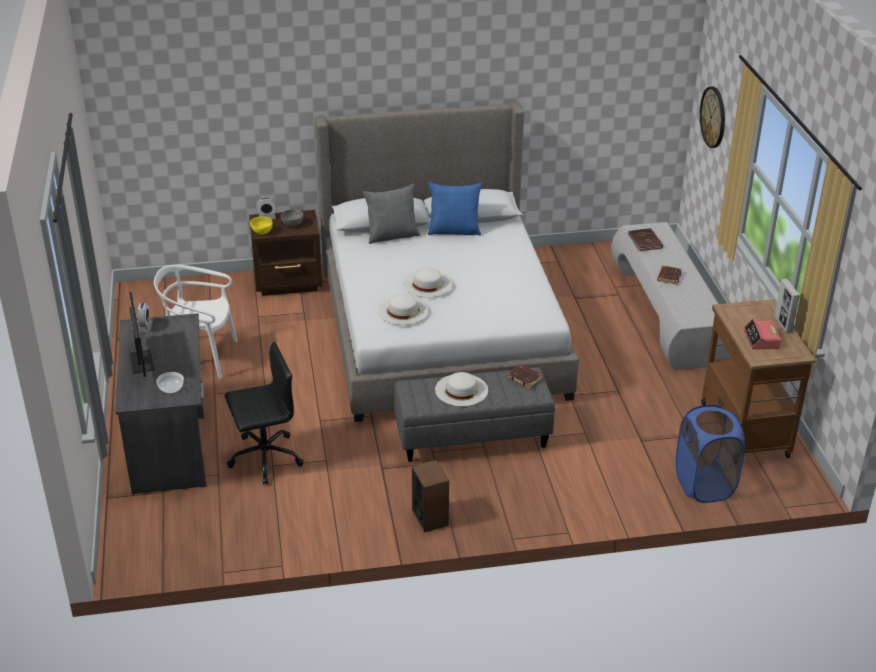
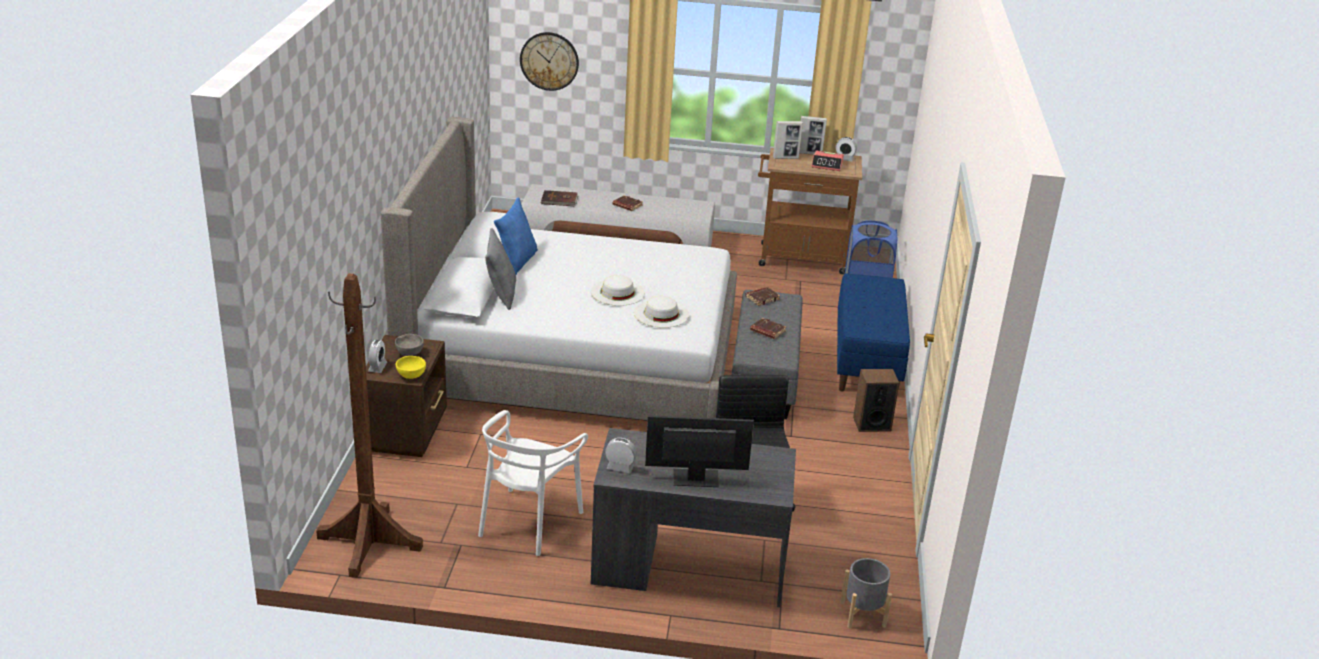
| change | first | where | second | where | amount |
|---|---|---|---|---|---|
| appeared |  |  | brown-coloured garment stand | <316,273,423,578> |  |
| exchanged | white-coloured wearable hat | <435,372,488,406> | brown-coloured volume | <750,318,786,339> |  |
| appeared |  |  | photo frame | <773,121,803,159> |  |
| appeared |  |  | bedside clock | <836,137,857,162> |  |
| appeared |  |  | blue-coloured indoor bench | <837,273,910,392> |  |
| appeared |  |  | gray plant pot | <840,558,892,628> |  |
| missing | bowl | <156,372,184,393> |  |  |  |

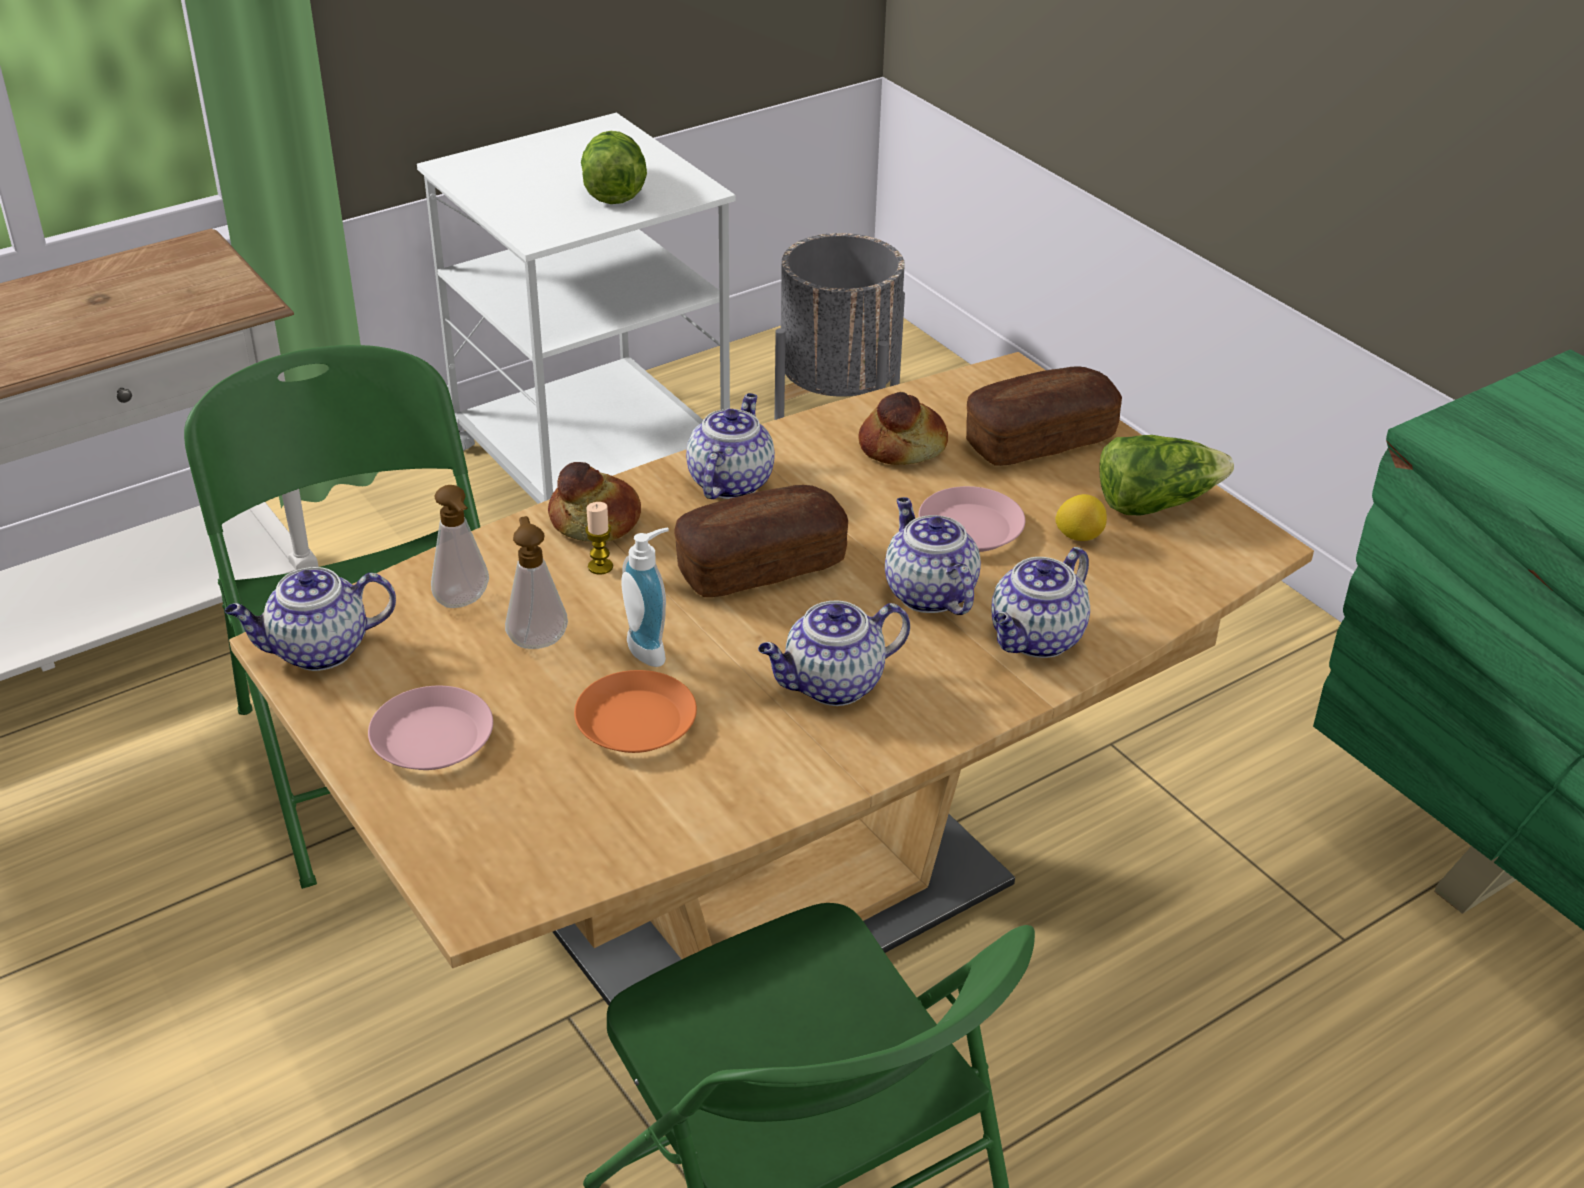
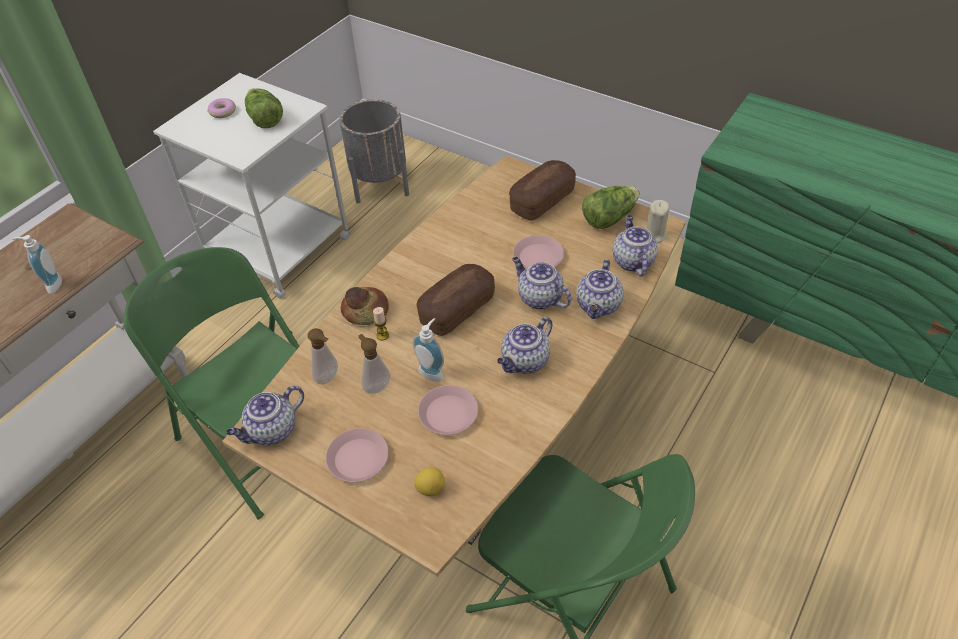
| change | first | where | second | where | amount |
|---|---|---|---|---|---|
| appeared |  |  | soap dispenser | <12,235,62,294> |  |
| appeared |  |  | donut | <208,98,236,118> |  |
| relocated | lemon | <1055,494,1107,541> |  | <414,467,445,496> |  |
| colour | orange plate | <574,670,697,753> | pink plate | <418,385,478,435> |  |
| relocated | pot for tea | <686,393,775,499> |  | <613,215,658,276> |  |
| appeared |  |  | beige-coloured wax light | <646,200,670,243> |  |
| missing | bread | <858,392,948,465> |  |  |  |

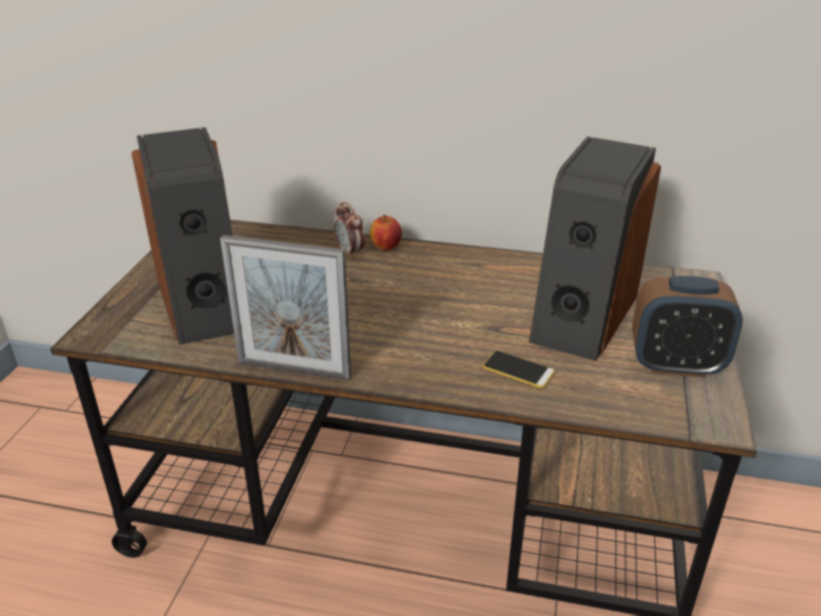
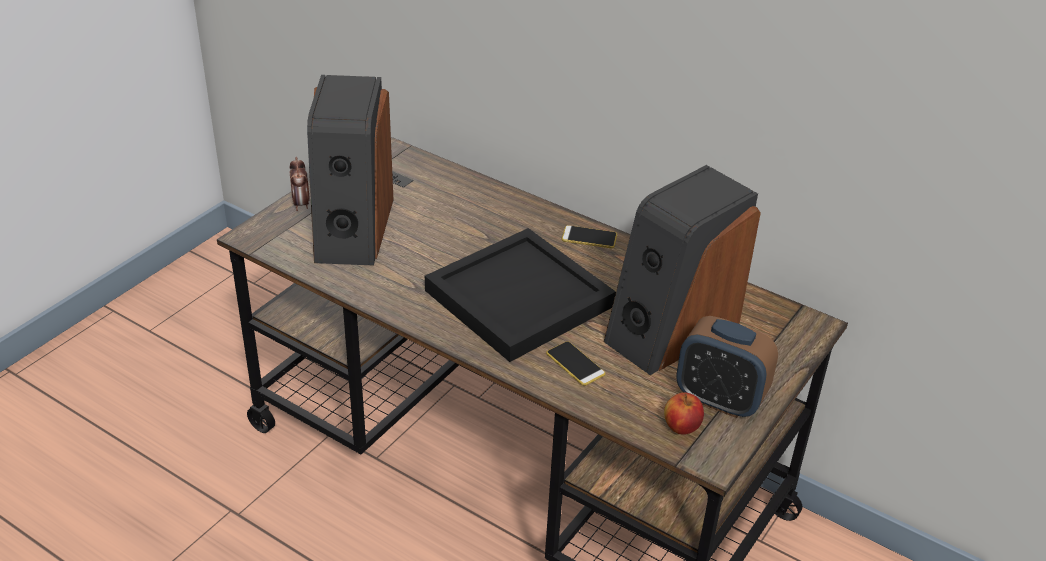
| change | first | where | second | where | amount |
|---|---|---|---|---|---|
| relocated | bedside clock | <334,202,365,258> |  | <289,157,310,211> |  |
| appeared |  |  | black-coloured tray | <425,228,616,362> |  |
| appeared |  |  | telephone | <562,225,617,248> |  |
| relocated | whole apple | <369,214,402,250> |  | <664,392,704,435> |  |
| missing | photo frame | <220,235,351,380> |  |  |  |

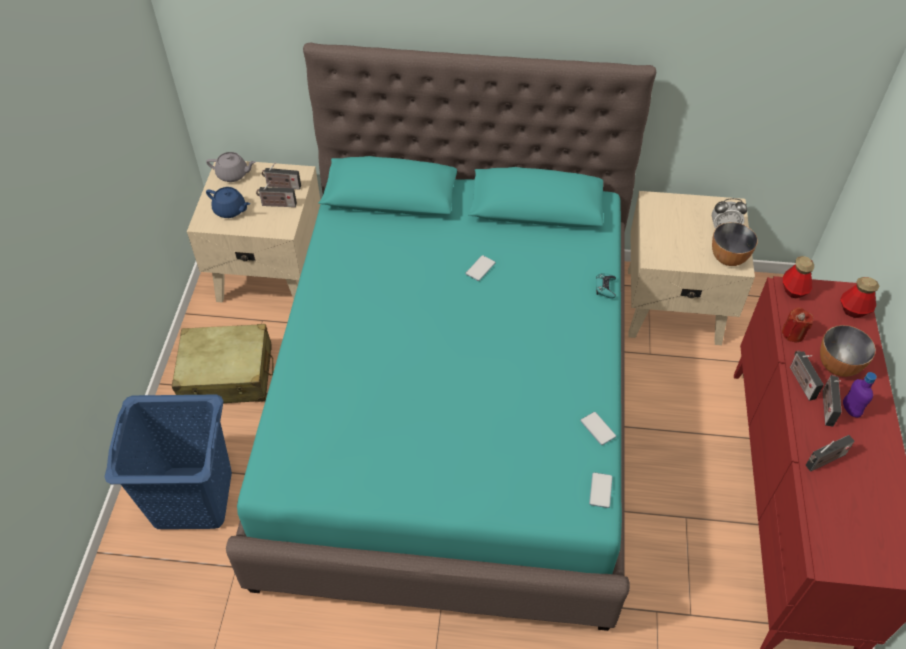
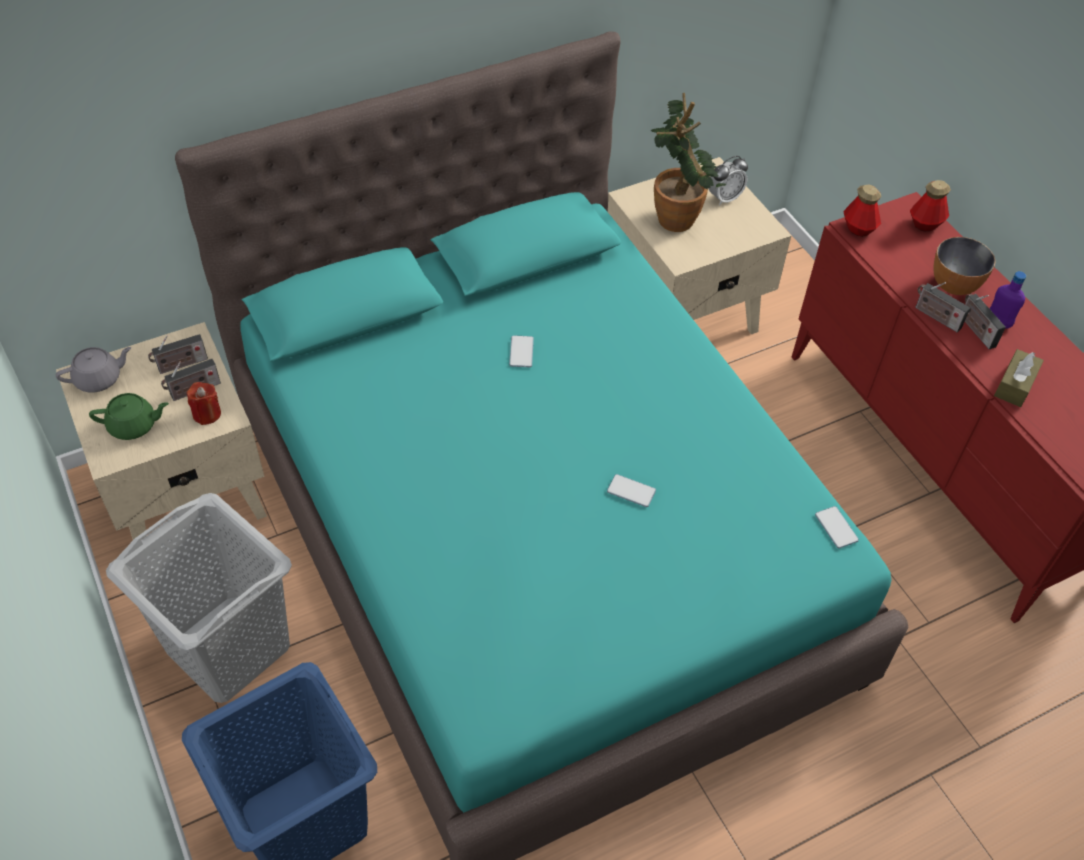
| change | first | where | second | where | amount |
|---|---|---|---|---|---|
| colour | blue-coloured pot for tea | <206,187,250,218> | greenish pot for tea | <89,393,169,440> |  |
| exchanged | beige-coloured travel case | <172,324,273,403> | gray washing basket | <106,493,292,703> |  |
| relocated | red-coloured wax light | <782,307,813,342> |  | <187,382,221,425> |  |
| relocated | telephone | <580,412,616,445> |  | <607,474,656,507> |  |
| appeared |  |  | plant in a pot | <651,93,726,232> |  |
| exchanged | radio set | <806,435,854,471> | brown-coloured box of tissues | <994,349,1044,407> |  |
| missing | blue-green game controller | <596,273,616,298> |  |  |  |
| missing | bowl | <712,222,758,266> |  |  |  |

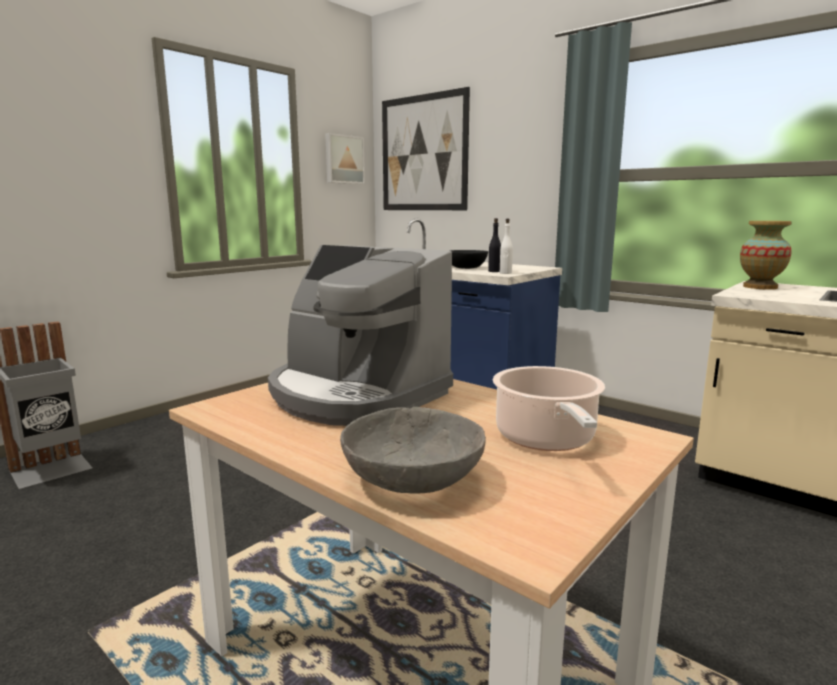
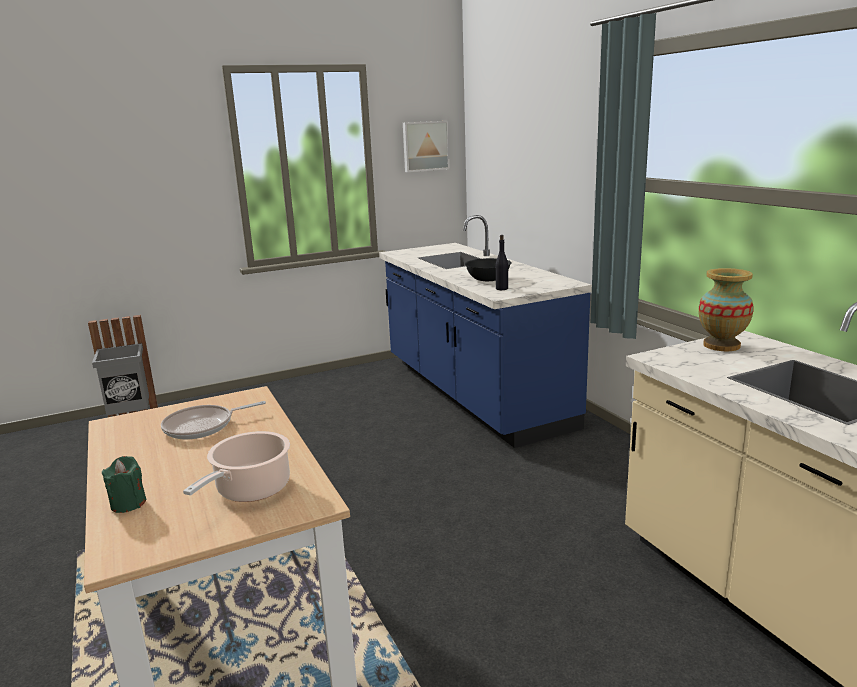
| change | first | where | second | where | amount |
|---|---|---|---|---|---|
| exchanged | gray bowl | <340,407,486,494> | greenish wax light | <102,456,146,513> |  |
| exchanged | coffee machine | <268,245,453,426> | frying pan | <161,401,266,440> |  |
| missing | wall art | <382,87,470,210> |  |  |  |
| missing | white-coloured bottle | <500,219,513,274> |  |  |  |

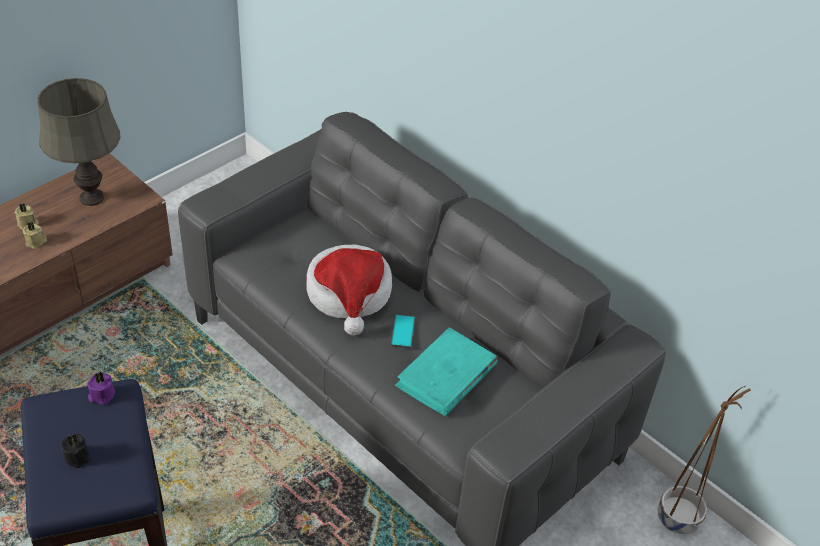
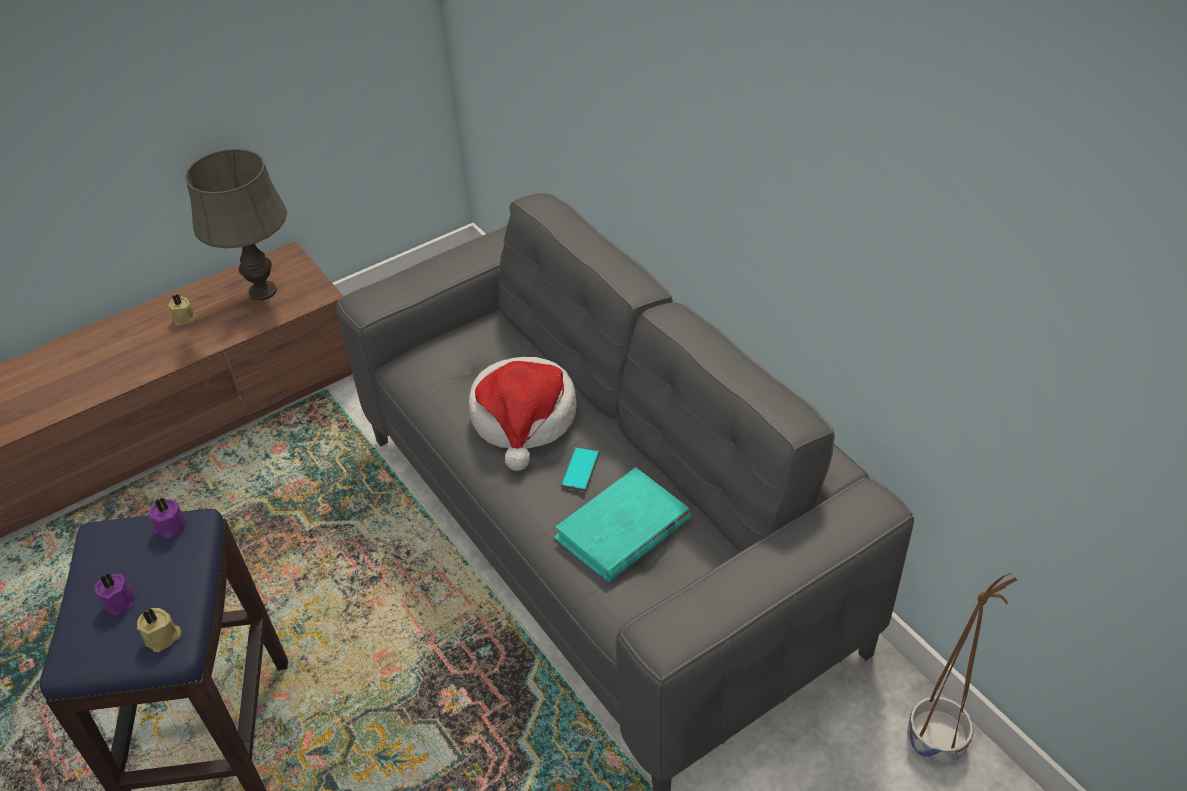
| change | first | where | second | where | amount |
|---|---|---|---|---|---|
| colour | black-coloured wax light | <60,434,90,468> | purple-coloured wax light | <94,573,135,616> |  |
| relocated | beige-coloured wax light | <23,222,47,249> |  | <137,608,181,652> |  |

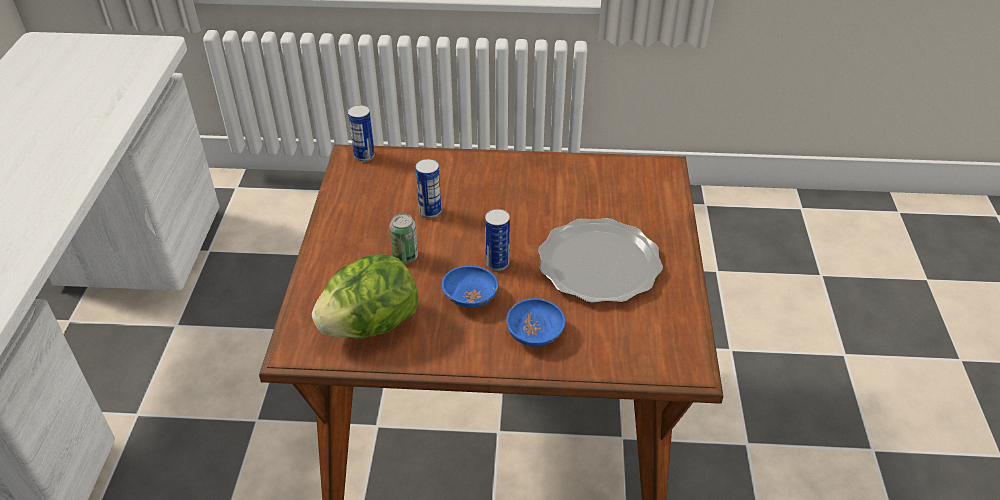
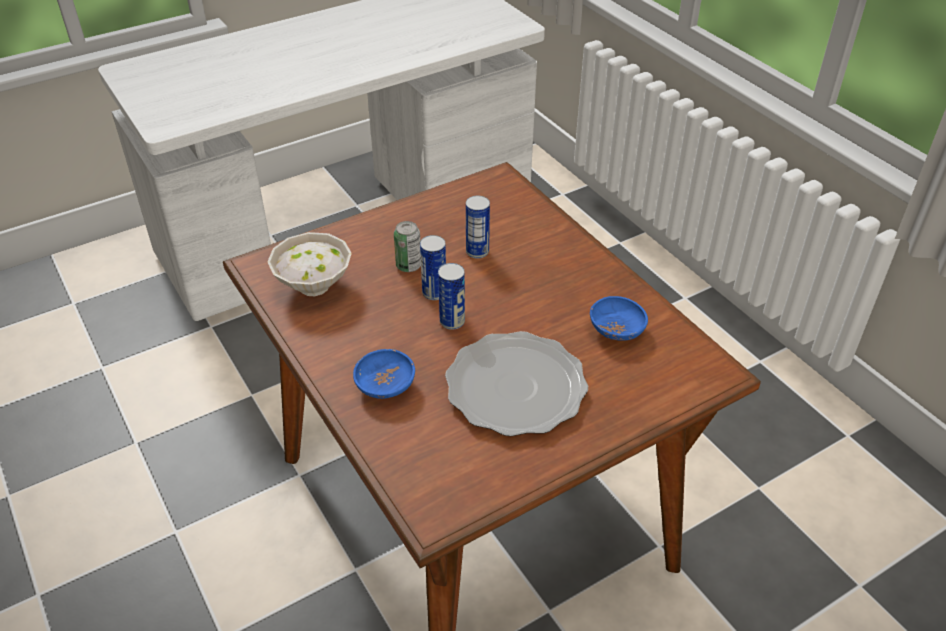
| change | first | where | second | where | amount |
|---|---|---|---|---|---|
| exchanged | lettuce | <312,254,419,339> | white-coloured bowl | <268,232,352,296> |  |
| relocated | can | <348,105,375,162> |  | <420,235,446,300> |  |
| relocated | blue-coloured bowl | <442,266,498,308> |  | <590,296,648,341> |  |

